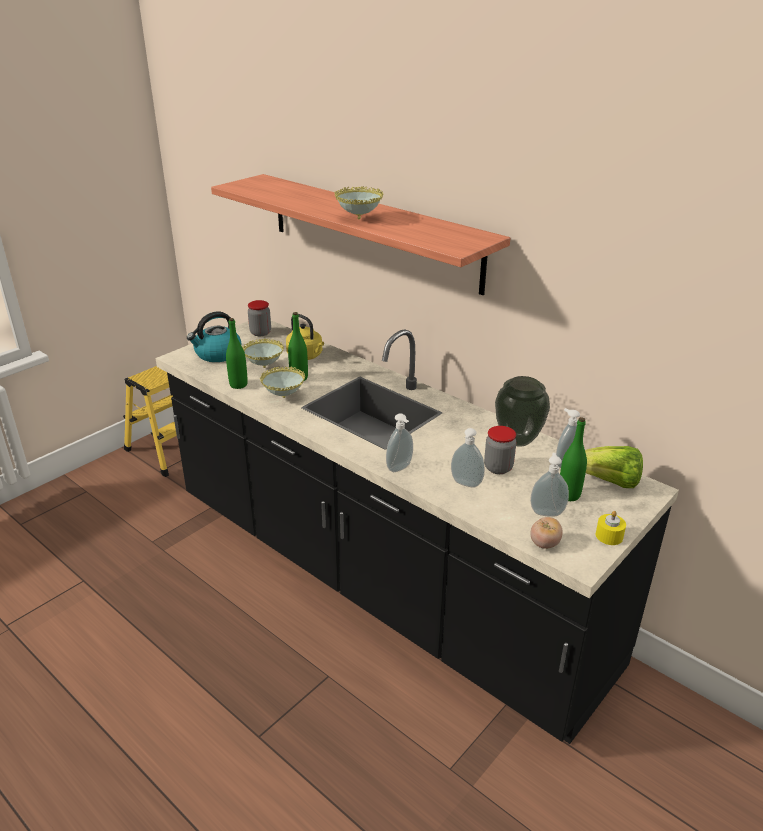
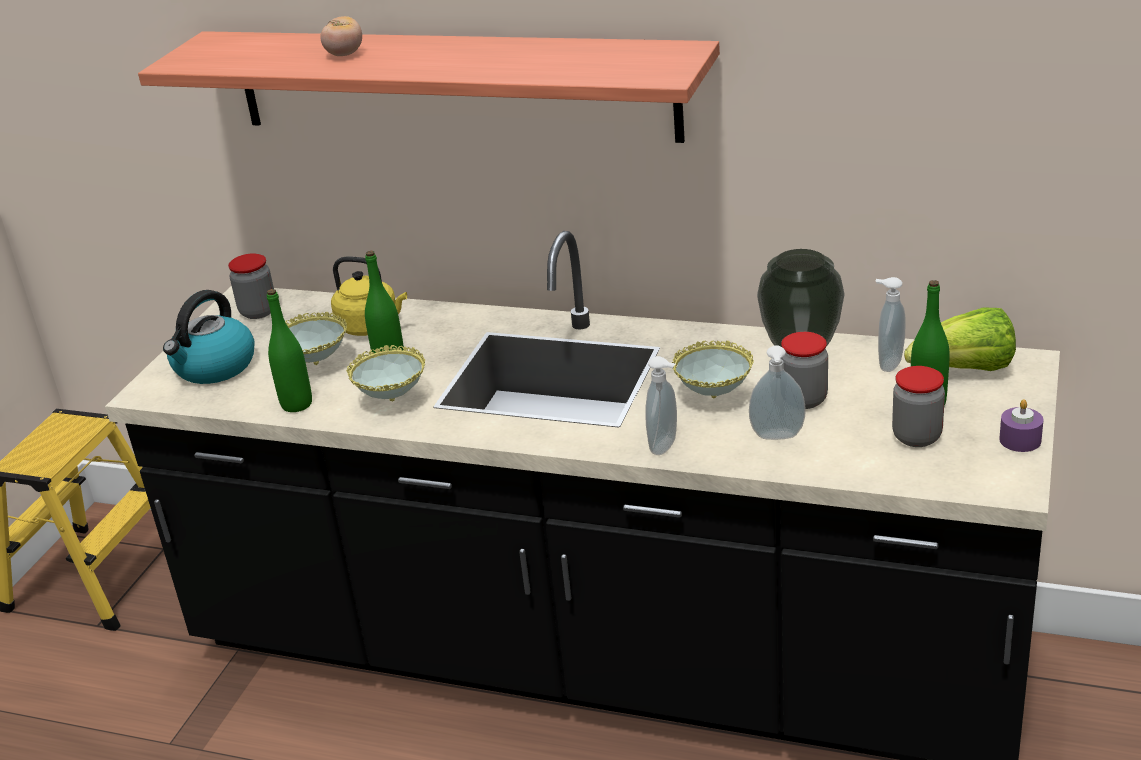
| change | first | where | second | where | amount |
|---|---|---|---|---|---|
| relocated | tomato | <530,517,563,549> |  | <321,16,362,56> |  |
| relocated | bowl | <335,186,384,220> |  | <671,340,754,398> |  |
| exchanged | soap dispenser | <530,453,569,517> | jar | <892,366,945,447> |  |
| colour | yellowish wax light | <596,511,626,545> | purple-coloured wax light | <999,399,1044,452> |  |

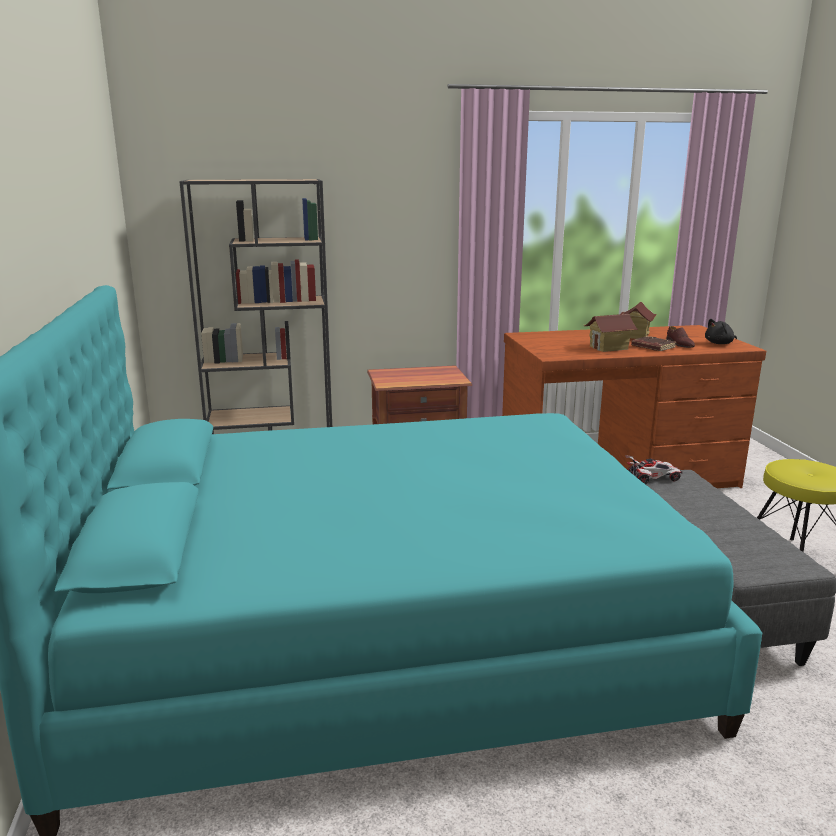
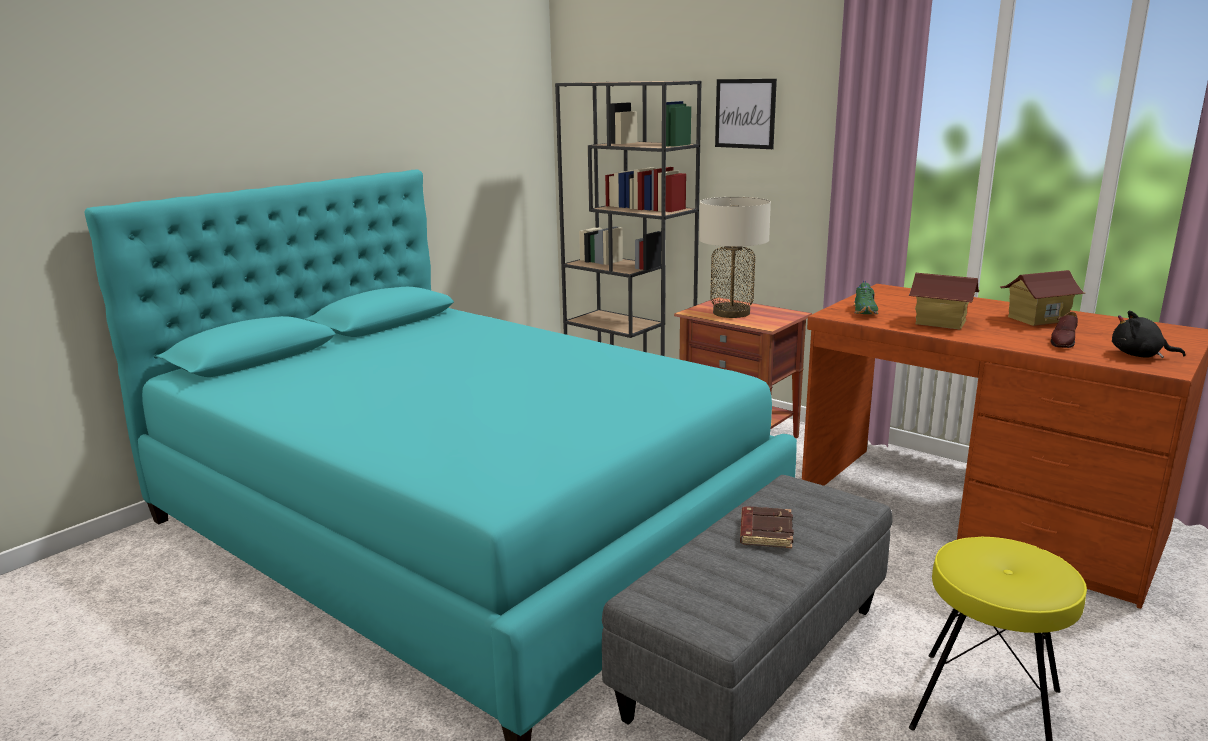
| change | first | where | second | where | amount |
|---|---|---|---|---|---|
| appeared |  |  | table lamp | <699,197,771,318> |  |
| appeared |  |  | wall art | <715,79,777,149> |  |
| relocated | brown-coloured volume | <631,336,676,351> |  | <740,506,794,548> |  |
| appeared |  |  | greenish low shoe | <854,280,878,315> |  |
| missing | model car | <625,455,683,484> |  |  |  |

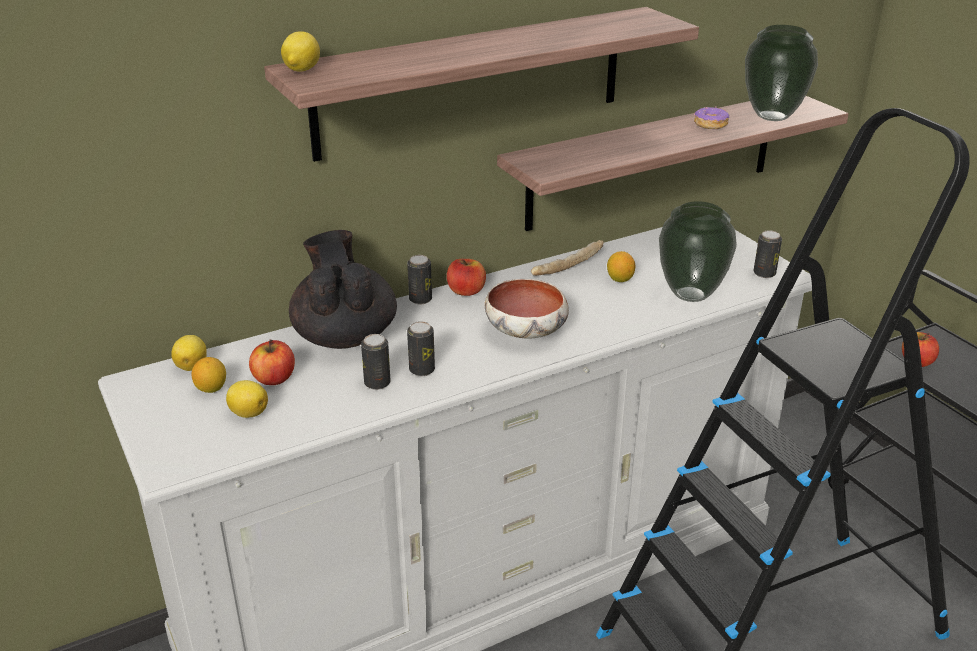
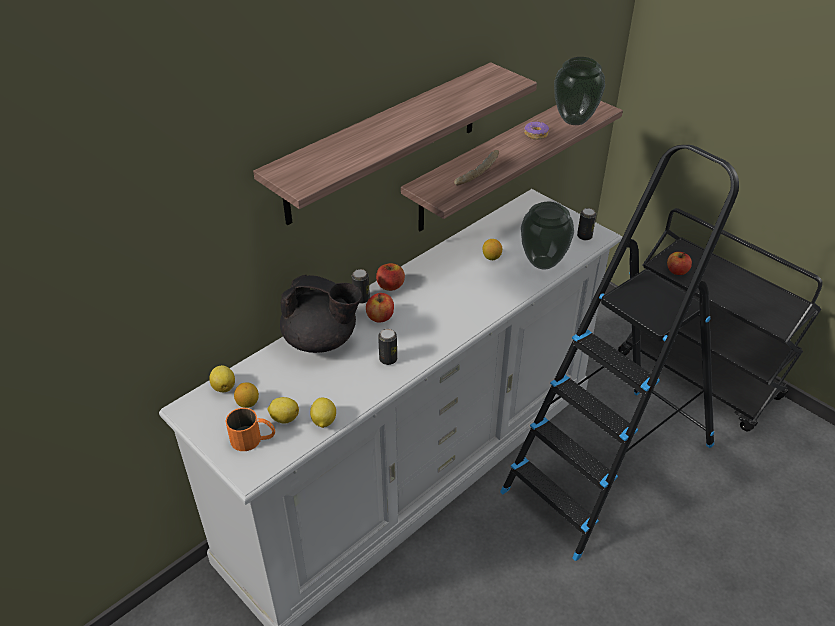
| change | first | where | second | where | amount |
|---|---|---|---|---|---|
| appeared |  |  | orange mug | <226,408,275,451> |  |
| spun | black-coloured pot for tea | <289,230,397,349> |  | <280,275,362,353> | 135 degrees clockwise |
| relocated | lemon | <281,32,320,72> |  | <310,398,336,428> |  |
| relocated | whole apple | <249,340,295,385> |  | <366,293,394,323> |  |
| relocated | bread | <531,240,604,276> |  | <454,150,499,186> |  |
| missing | can | <361,334,391,390> |  |  |  |
| missing | bowl | <485,279,569,339> |  |  |  |

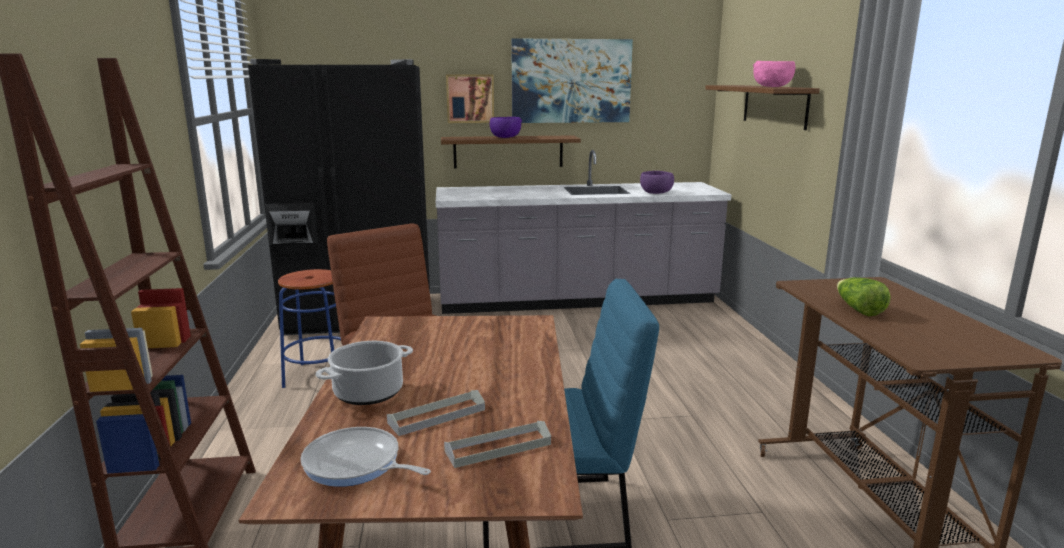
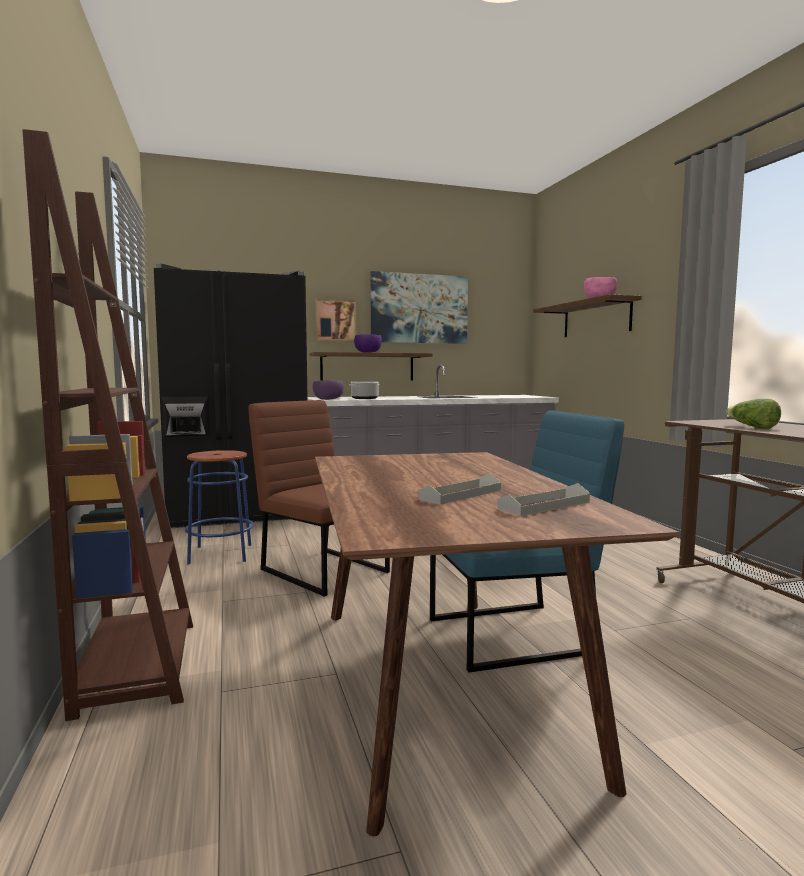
| change | first | where | second | where | amount |
|---|---|---|---|---|---|
| relocated | purple-coloured bowl | <640,171,674,194> |  | <313,380,344,400> |  |
| relocated | cooking pot | <315,341,413,405> |  | <349,382,380,399> |  |
| missing | frying pan | <301,427,431,487> |  |  |  |

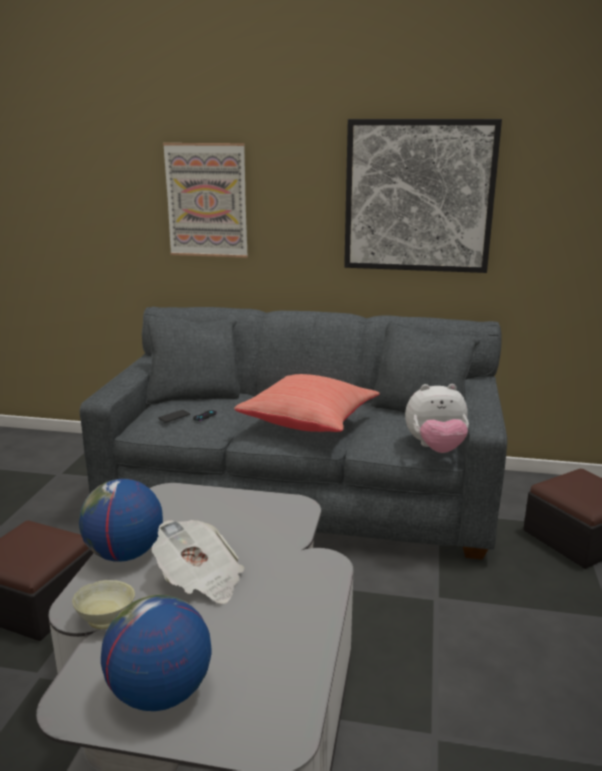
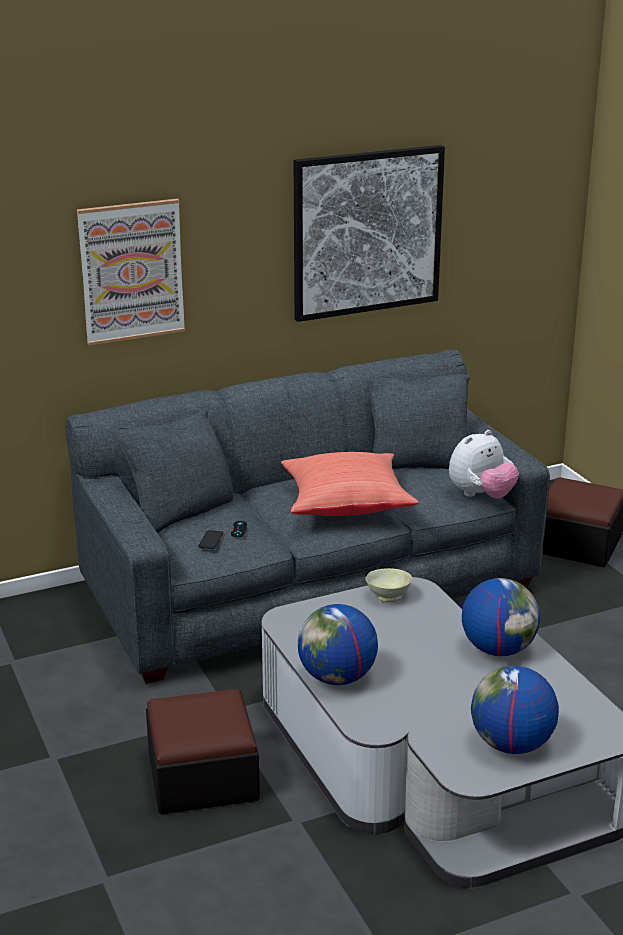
| change | first | where | second | where | amount |
|---|---|---|---|---|---|
| relocated | beige-coloured bowl | <72,580,135,629> |  | <366,568,412,602> |  |
| appeared |  |  | desk globe | <462,578,540,656> |  |
| missing | printed paper | <152,520,244,604> |  |  |  |

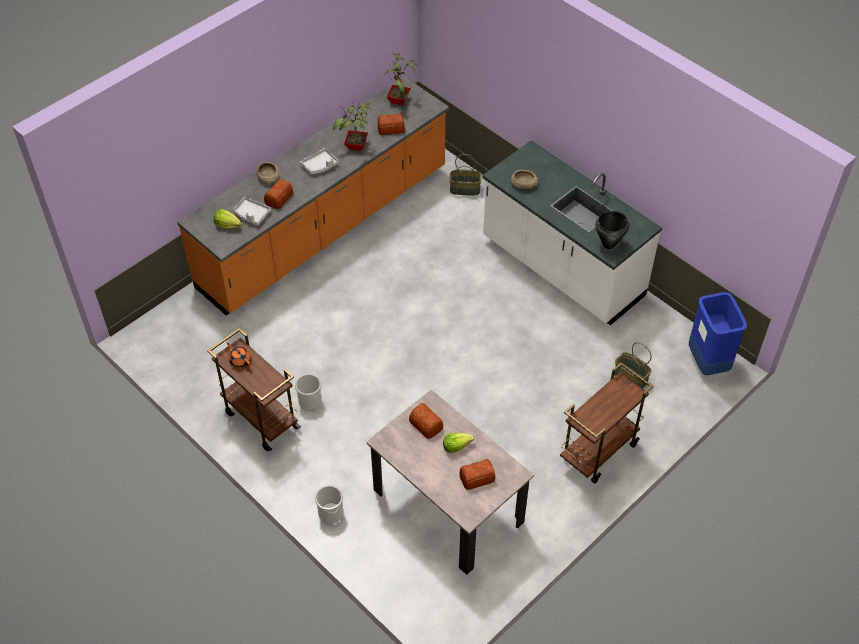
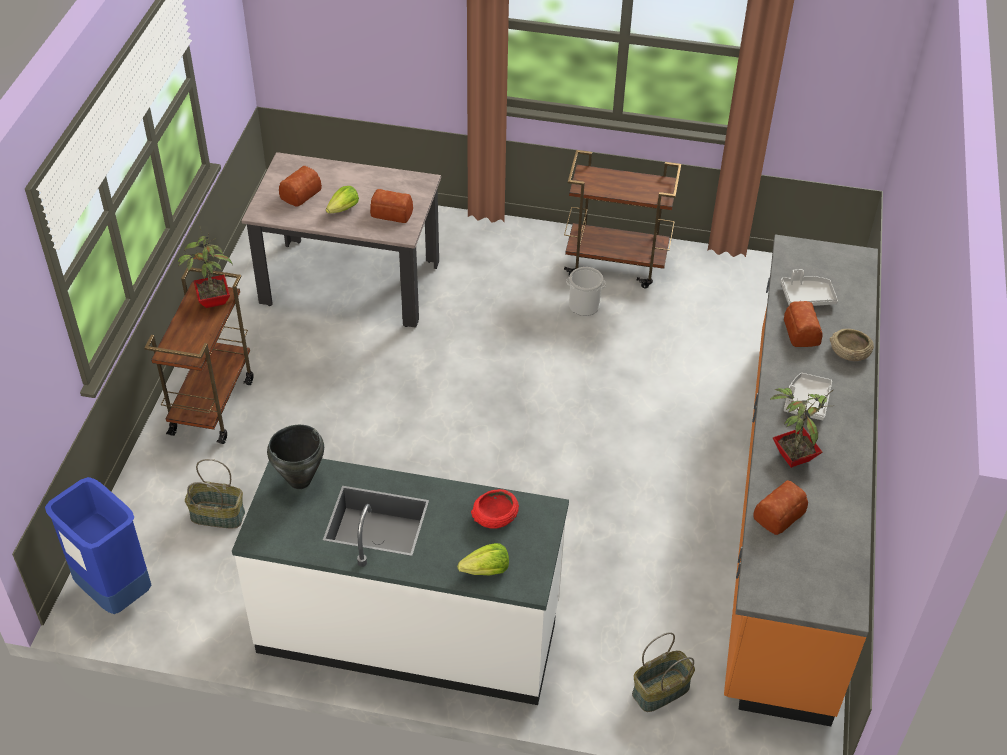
| change | first | where | second | where | amount |
|---|---|---|---|---|---|
| relocated | plant in a pot | <385,53,417,105> |  | <178,227,233,308> |  |
| relocated | lettuce | <214,209,242,229> |  | <458,543,509,575> |  |
| colour | beige-coloured bowl | <511,170,538,189> | red-coloured bowl | <471,489,519,529> |  |
| missing | orange pot for tea | <227,342,251,367> |  |  |  |
| missing | water bucket | <315,485,343,524> |  |  |  |

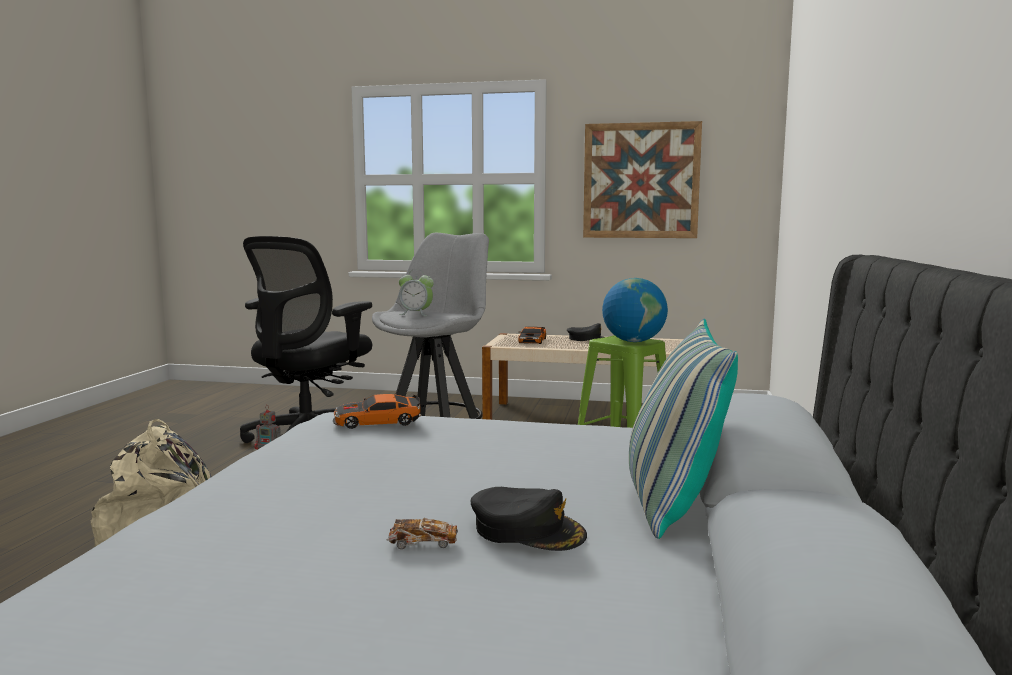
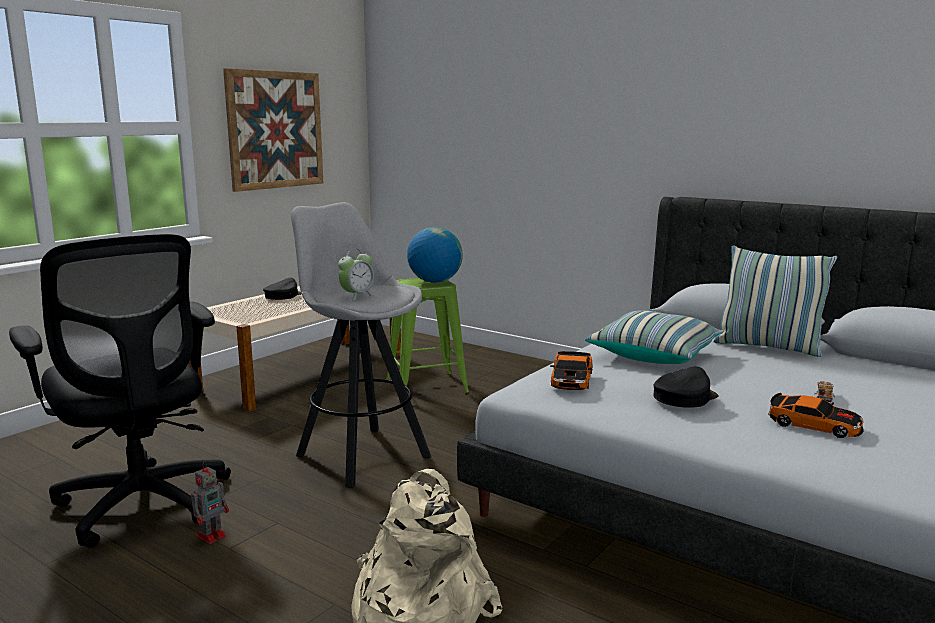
| change | first | where | second | where | amount |
|---|---|---|---|---|---|
| appeared |  |  | throw pillow | <585,310,724,364> |  |
| relocated | black-coloured peaked cap | <471,487,587,551> |  | <653,366,719,408> |  |
| relocated | model car | <518,327,546,344> |  | <768,393,864,438> |  |

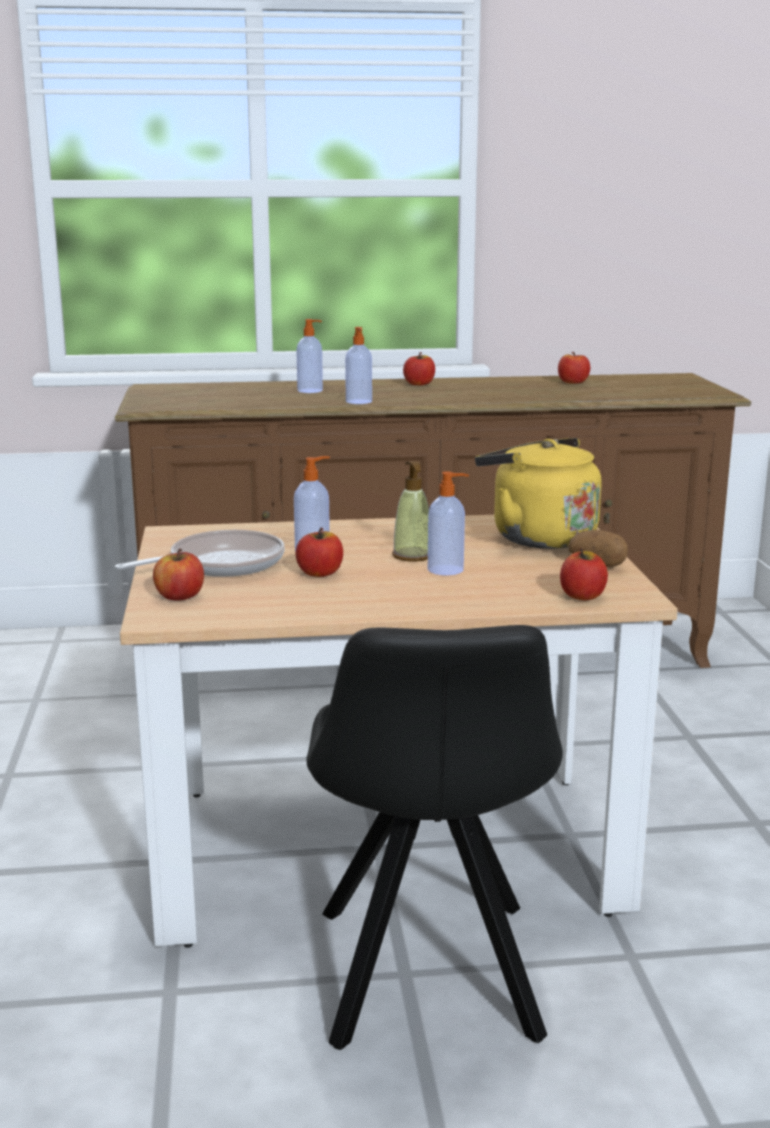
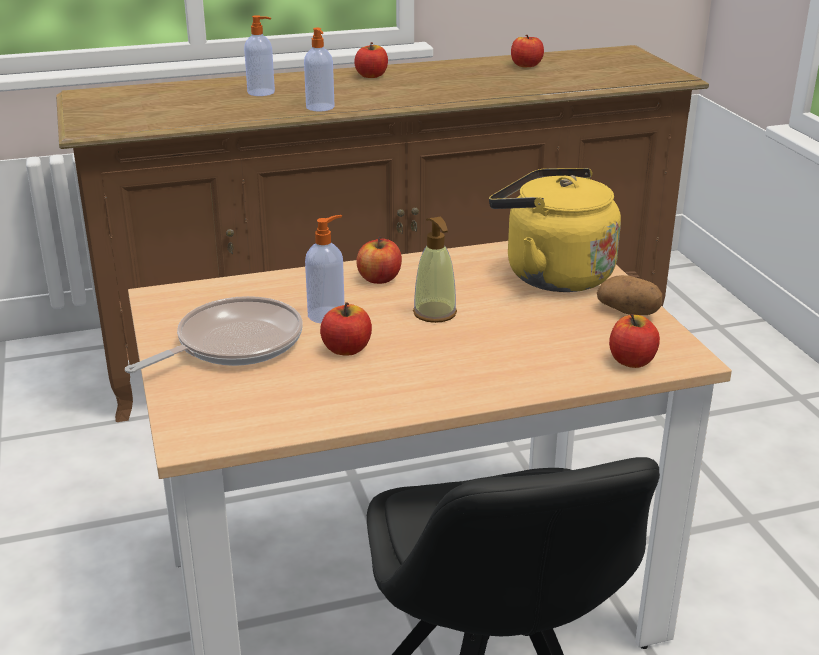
| change | first | where | second | where | amount |
|---|---|---|---|---|---|
| relocated | whole apple | <153,549,204,601> |  | <356,237,402,284> |  |
| missing | soap dispenser | <428,471,469,576> |  |  |  |

